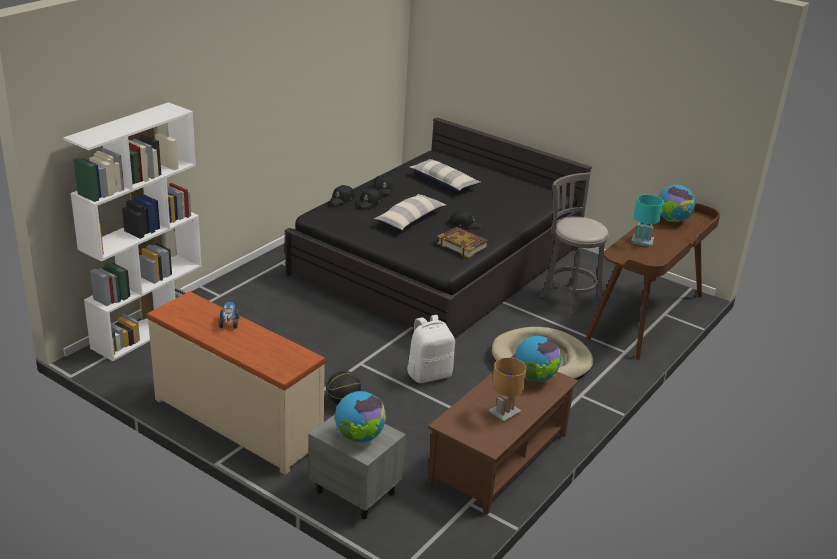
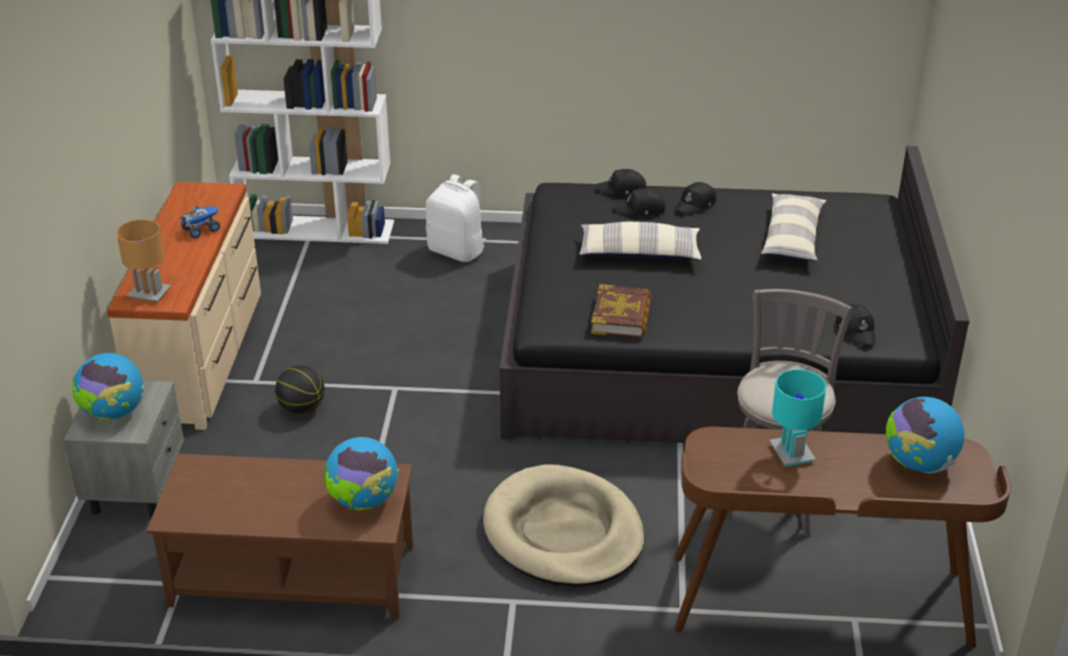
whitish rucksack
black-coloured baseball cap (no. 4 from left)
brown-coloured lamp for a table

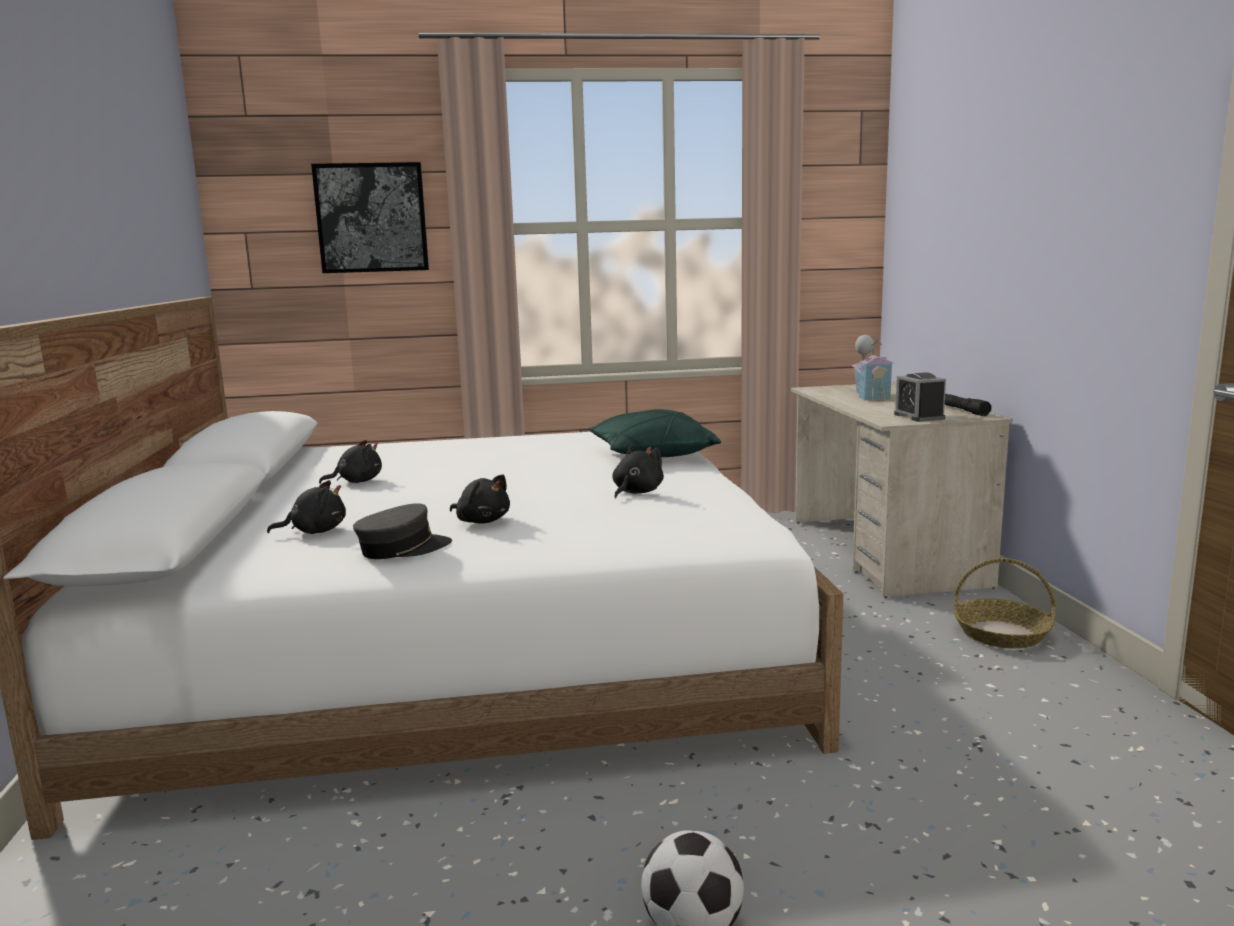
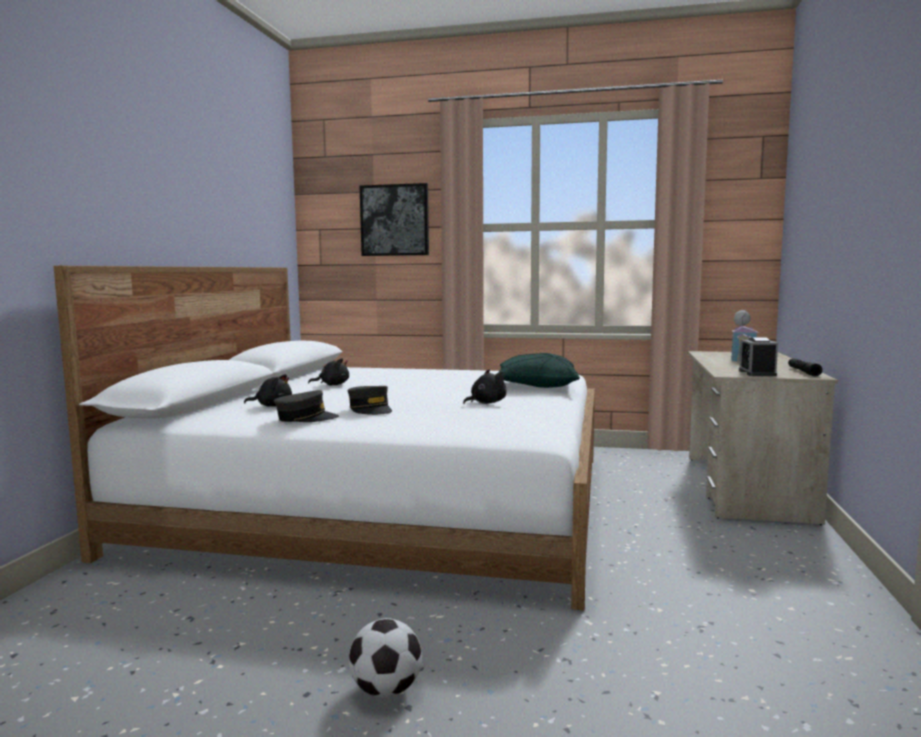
gray baseball cap (no. 2 from left)
storage basket

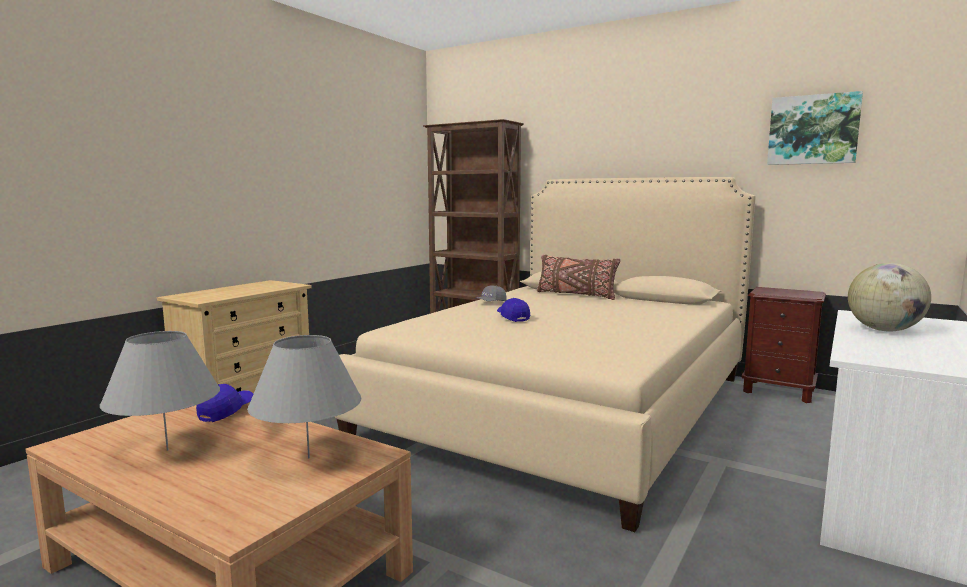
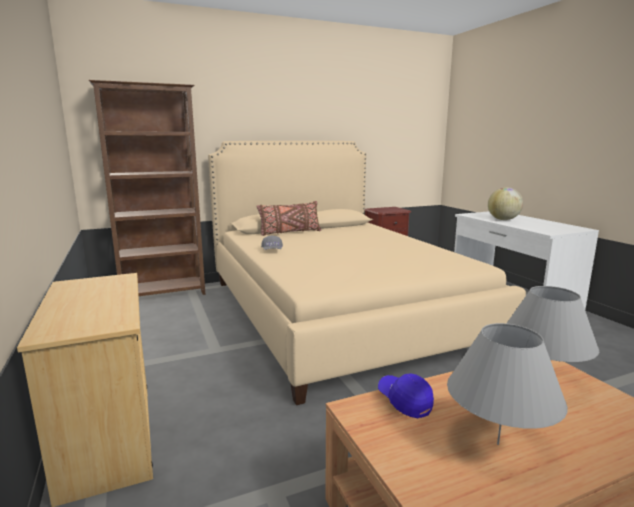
bluish baseball cap (no. 2 from left in the first image)
wall art

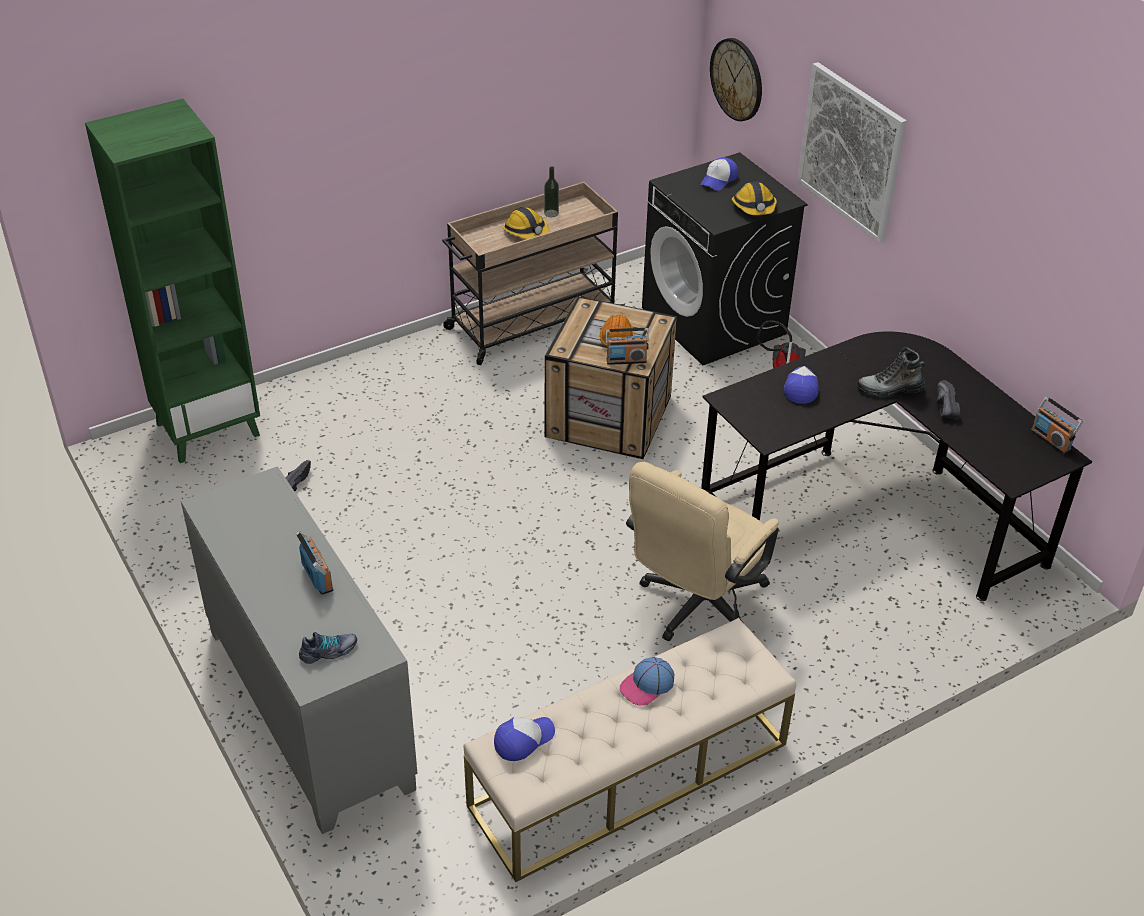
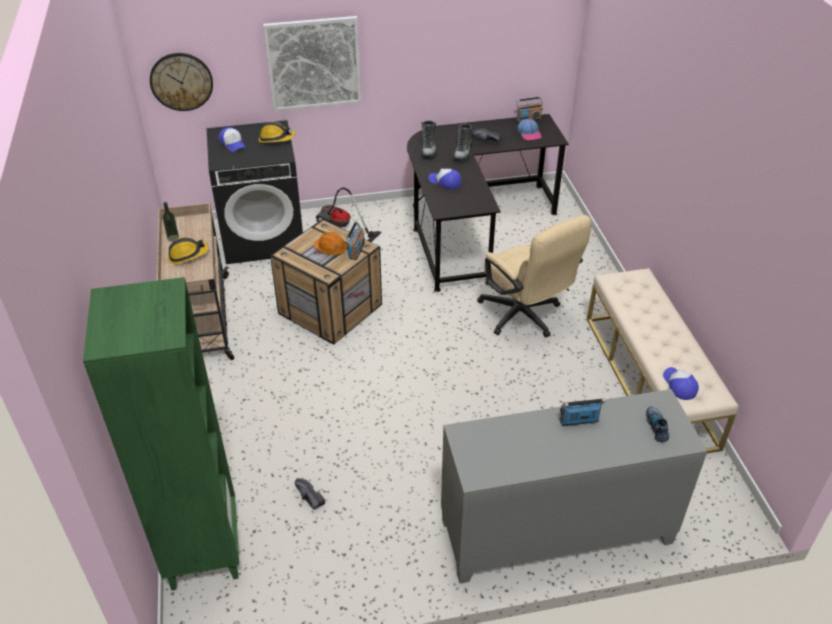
baseball cap (no. 3 from left)
boot (no. 1 from left)

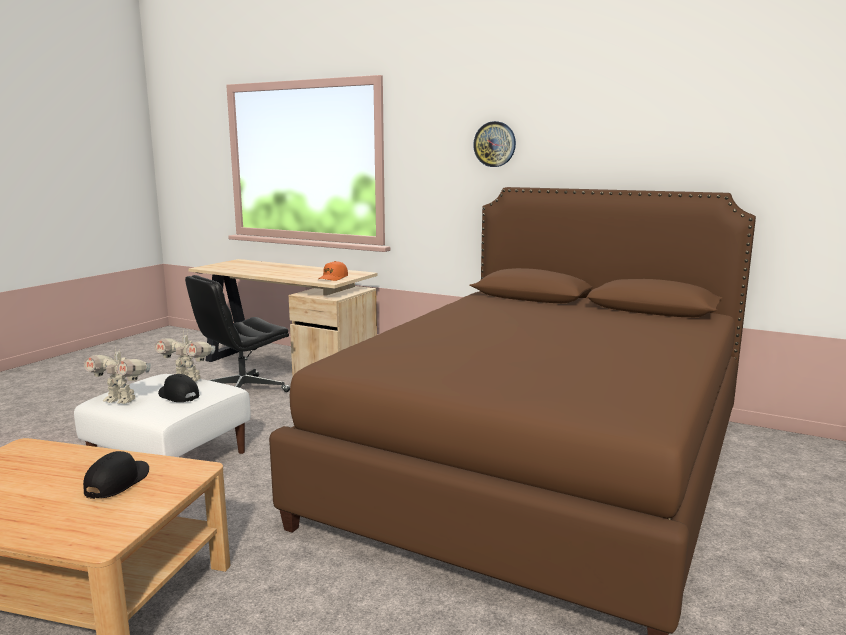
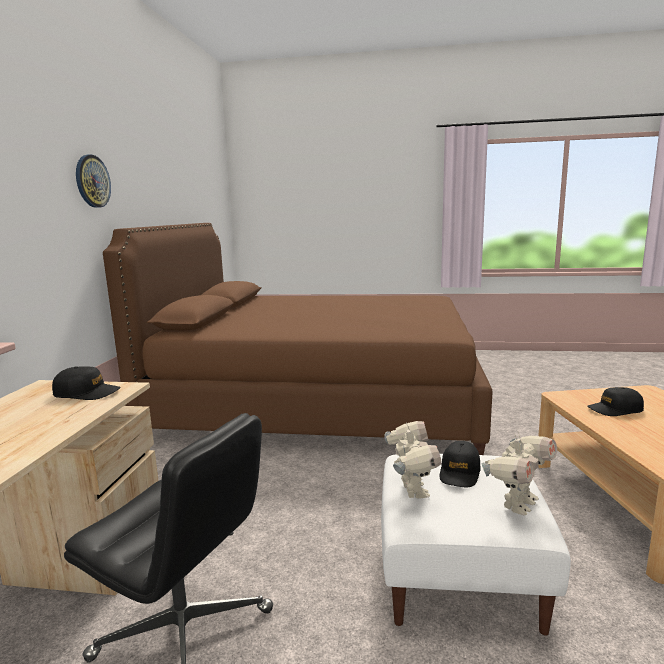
model robot (no. 2 from left)
black-coloured baseball cap (no. 1 from left)

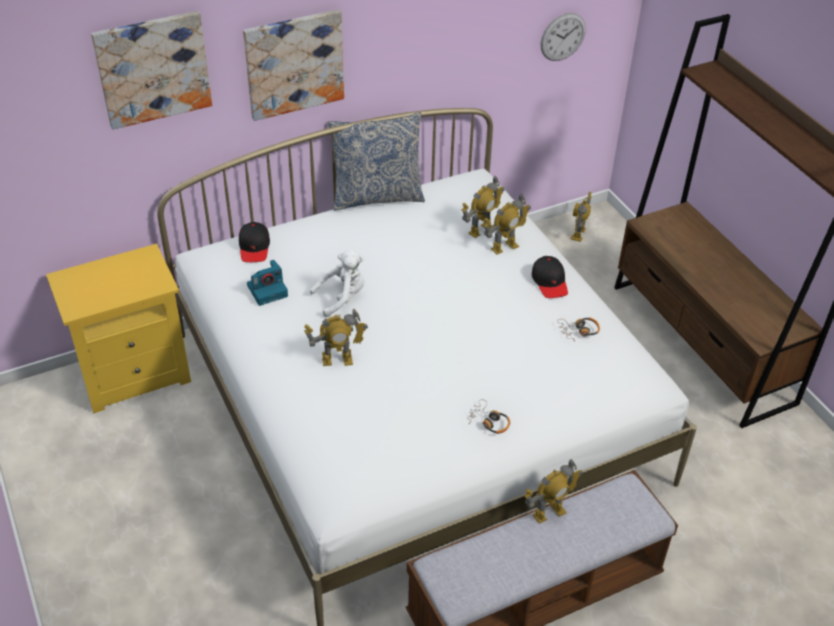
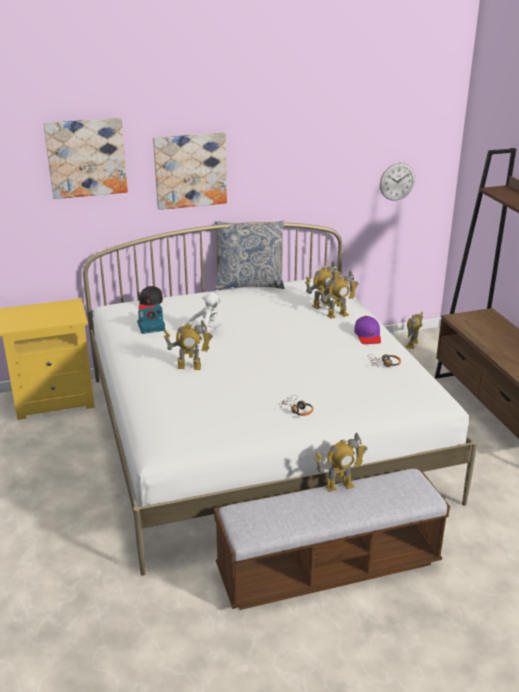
purplish baseball cap

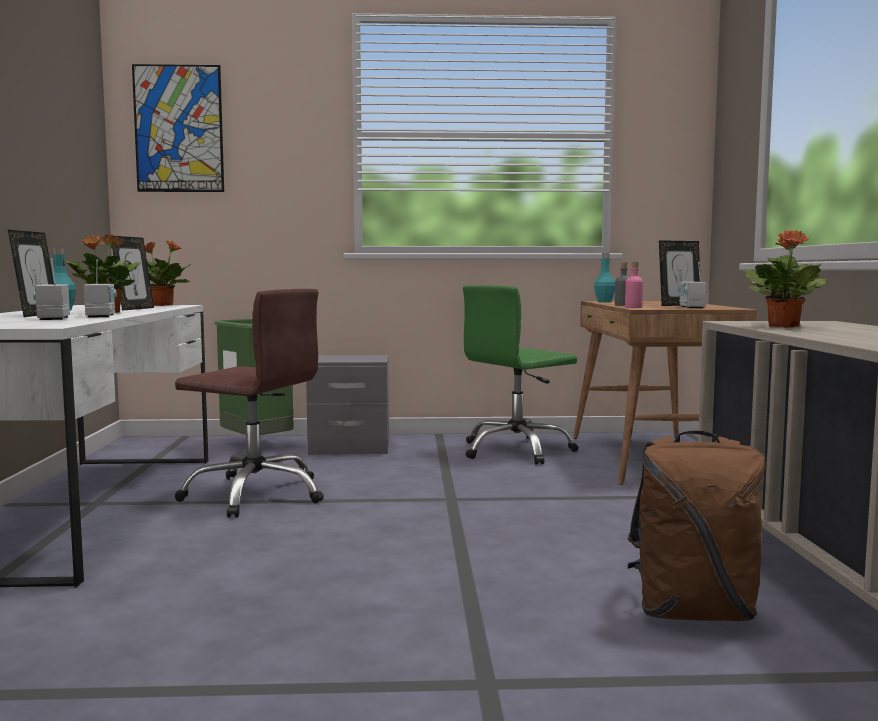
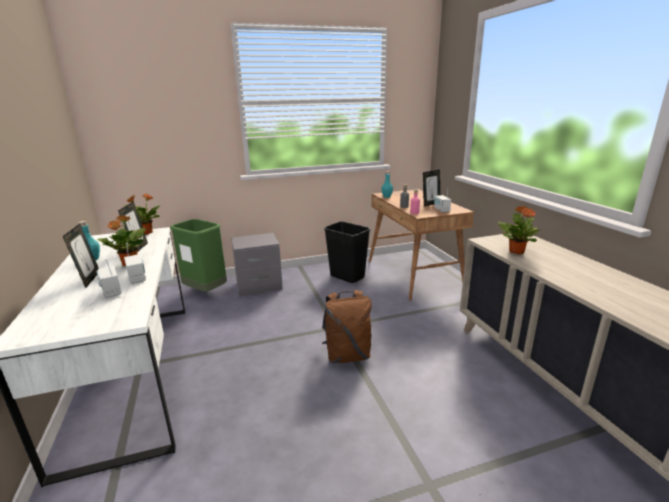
wall art
brown-coloured desk chair
black-coloured trash can
brown-coloured rucksack

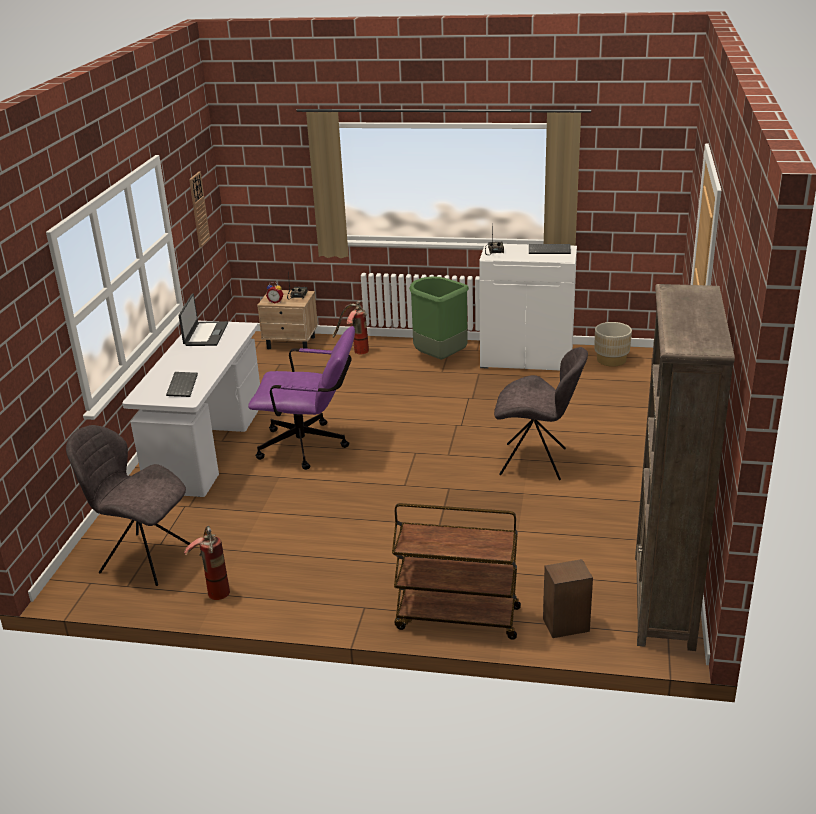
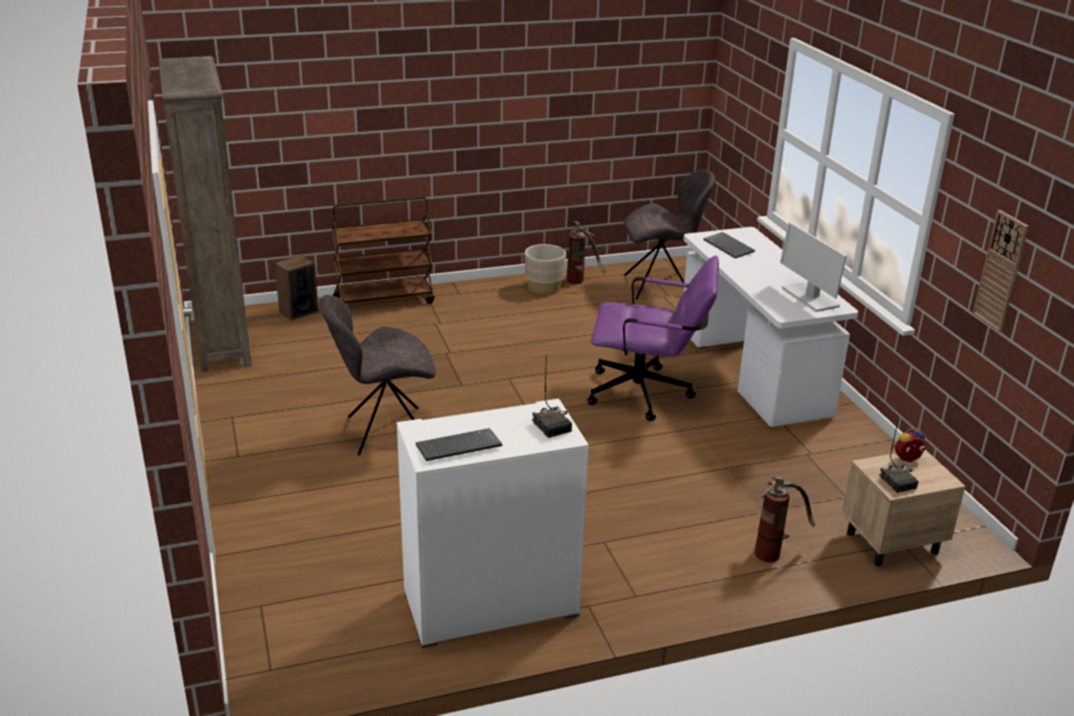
computer display
purplish desk chair
green trash can
sand-coloured plant pot

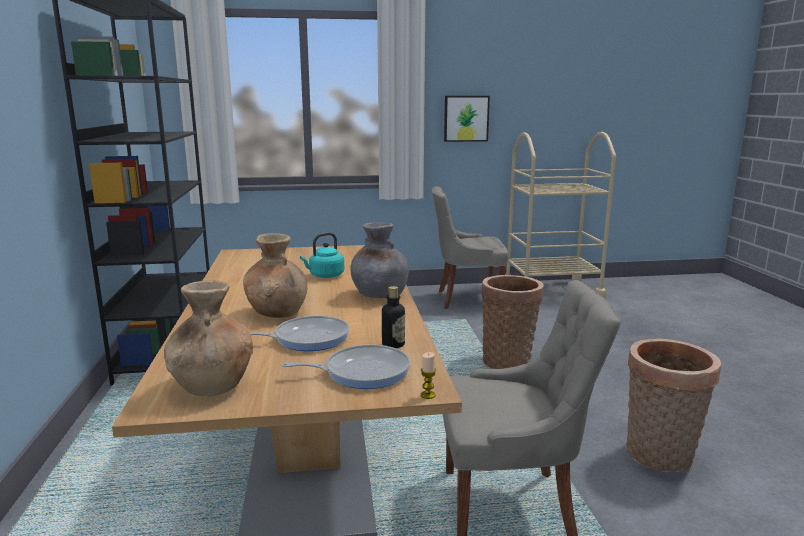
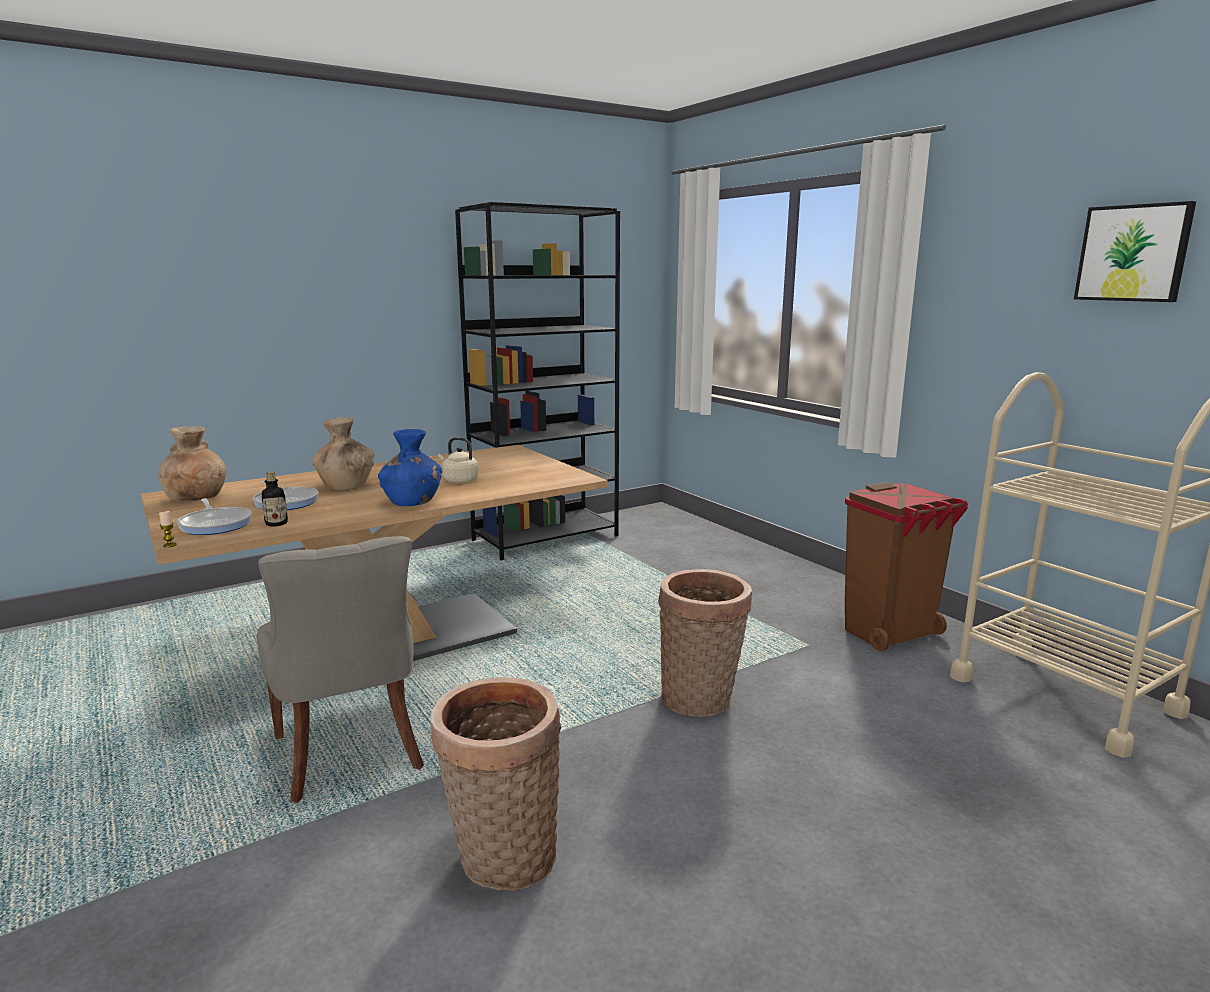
sand-coloured water kettle
bluish decorative vase
brown-coloured trash can
wall art

